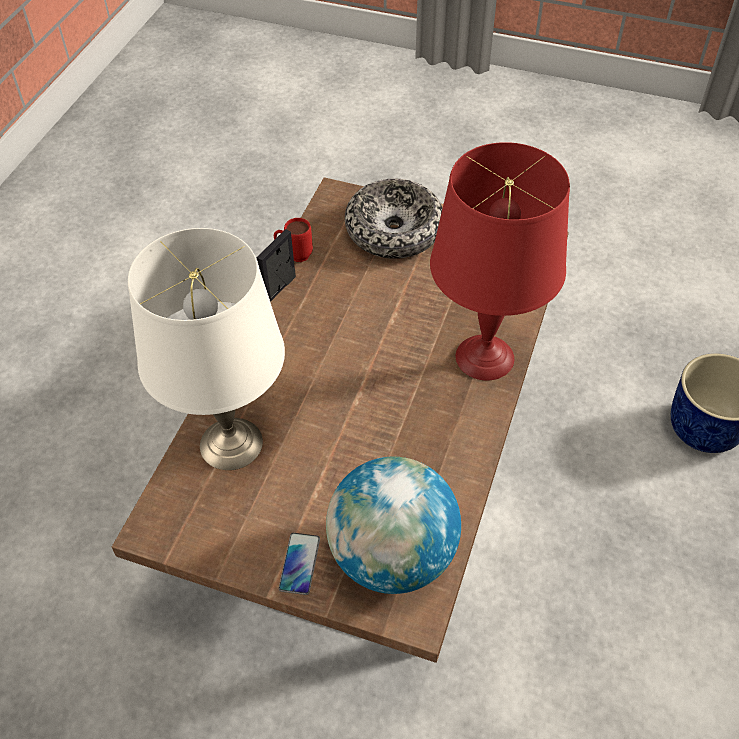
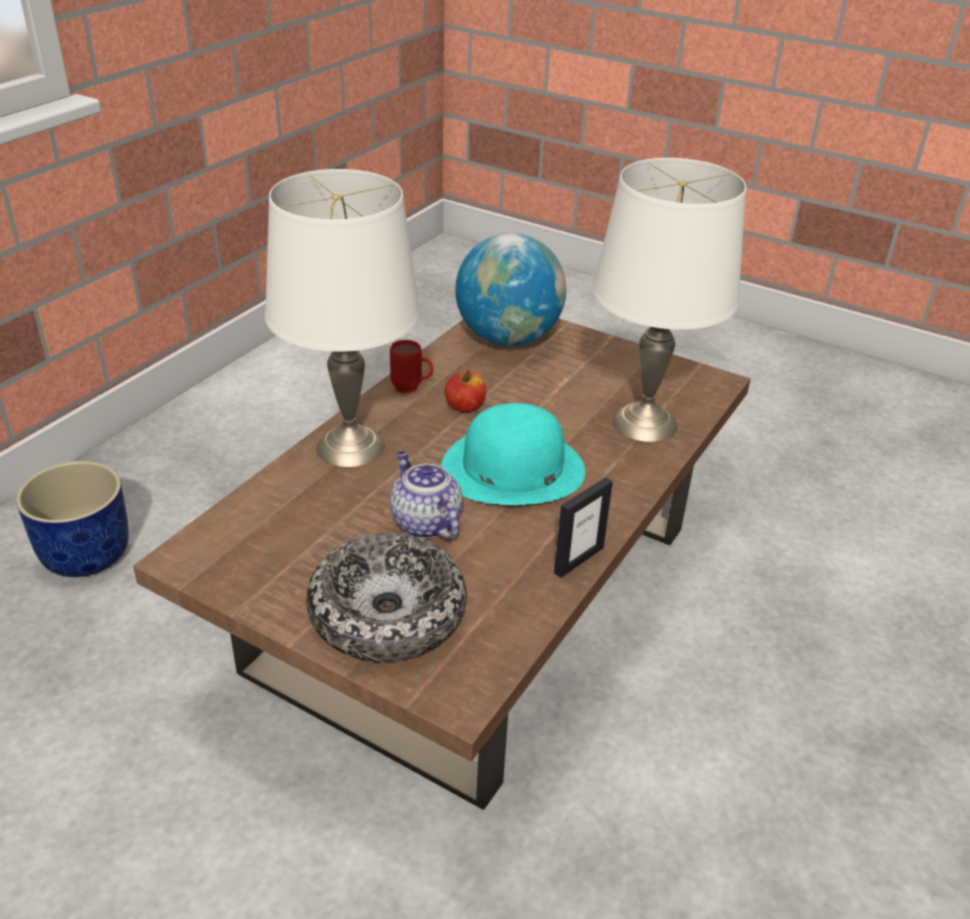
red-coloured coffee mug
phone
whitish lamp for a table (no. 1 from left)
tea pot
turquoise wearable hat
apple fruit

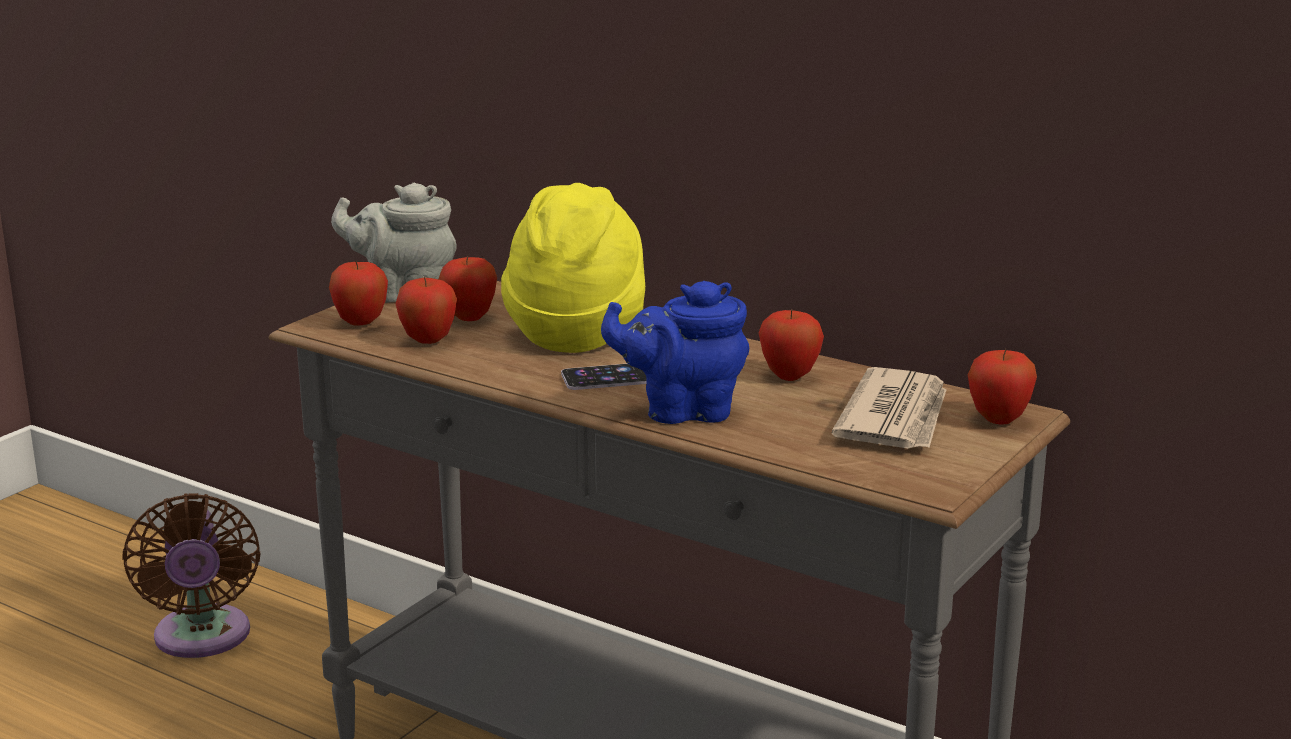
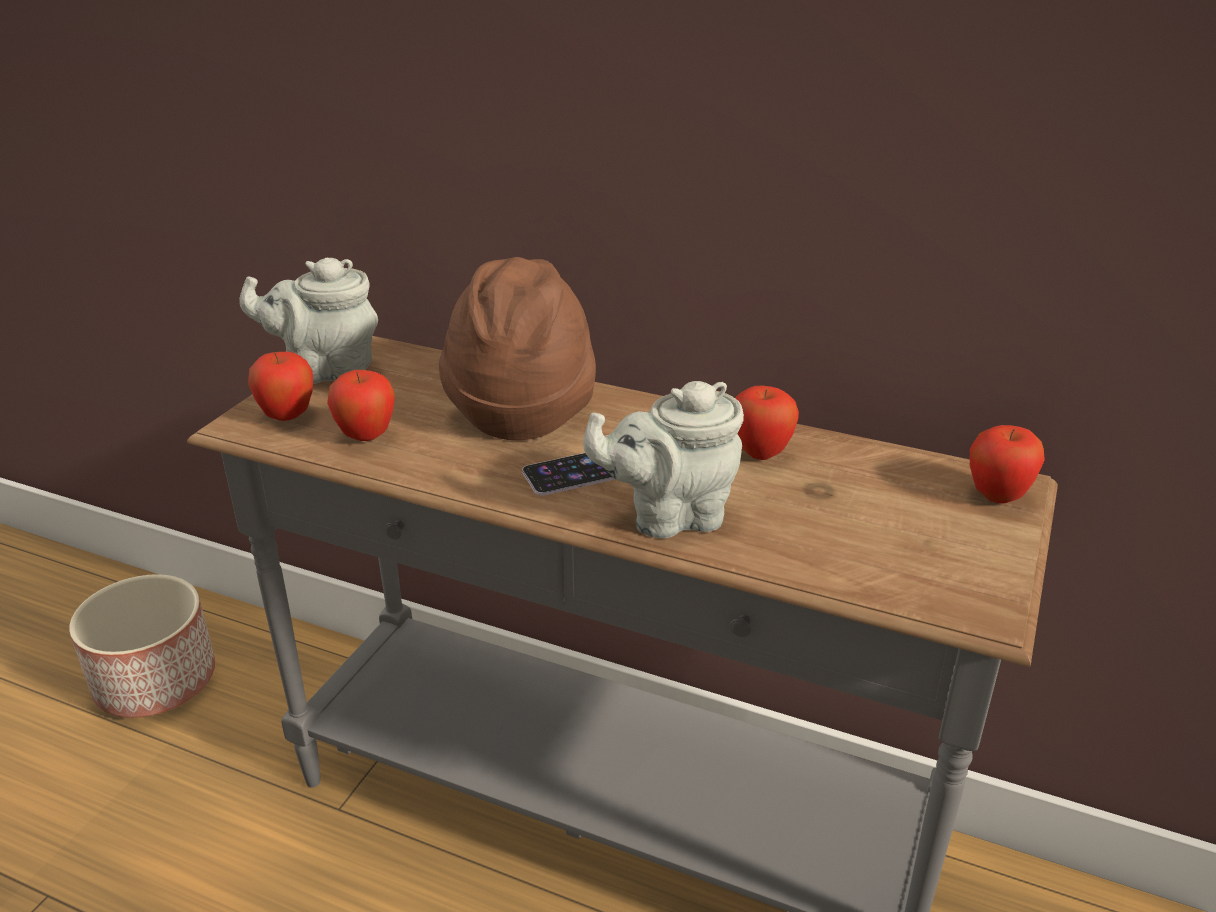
plant pot
apple fruit (no. 3 from left in the first image)
brown-coloured wearable hat
gray tea pot (no. 2 from left)
printed paper

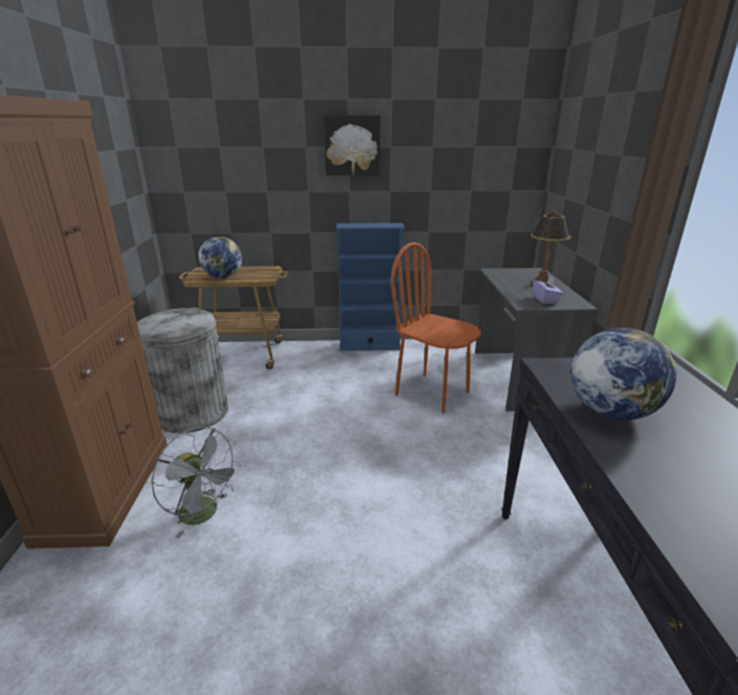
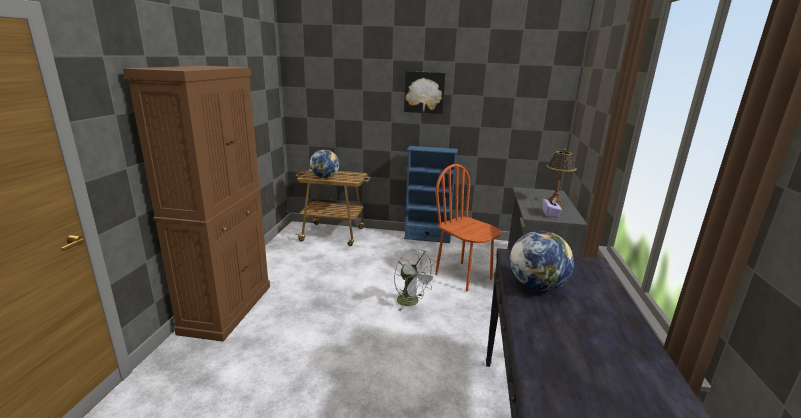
gray trash can
gray fan

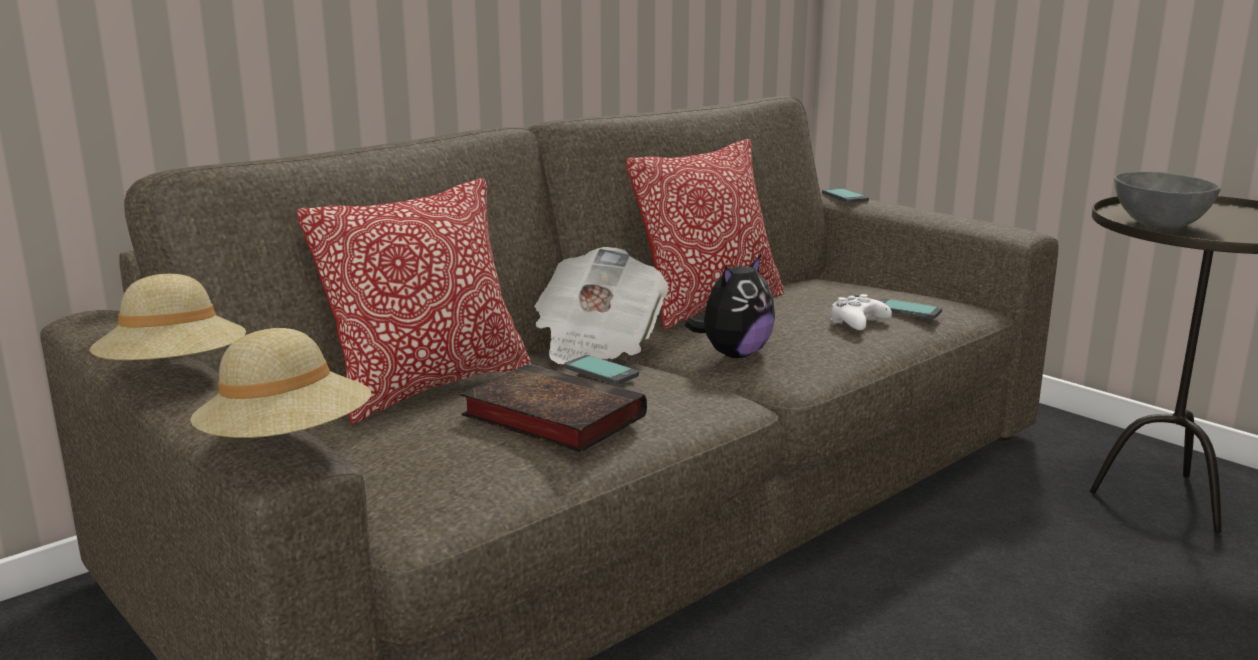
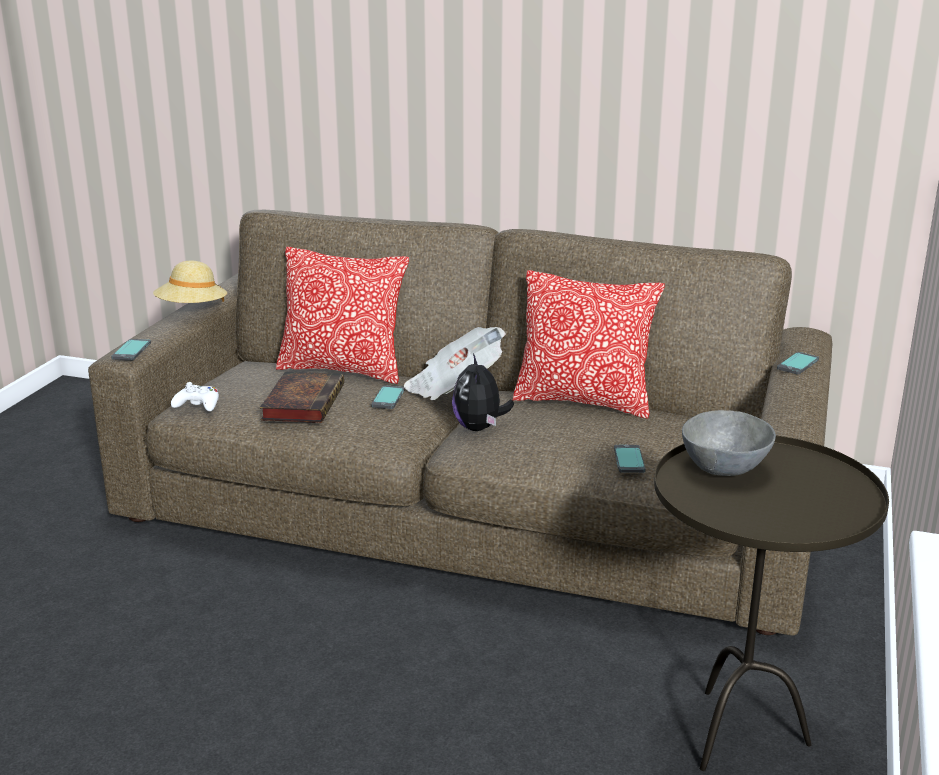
phone (no. 1 from left)
cuddly toy
whitish game controller

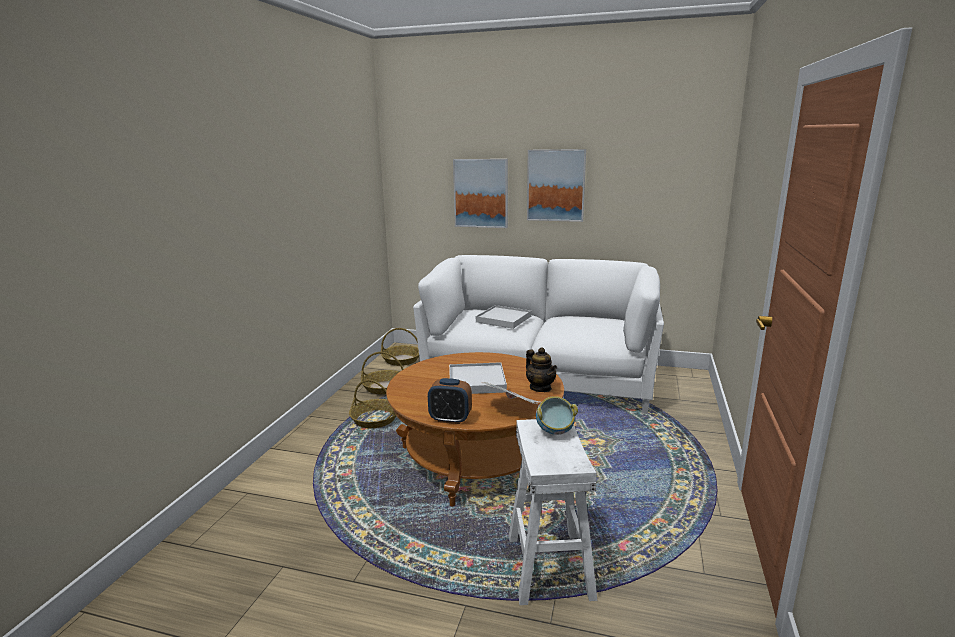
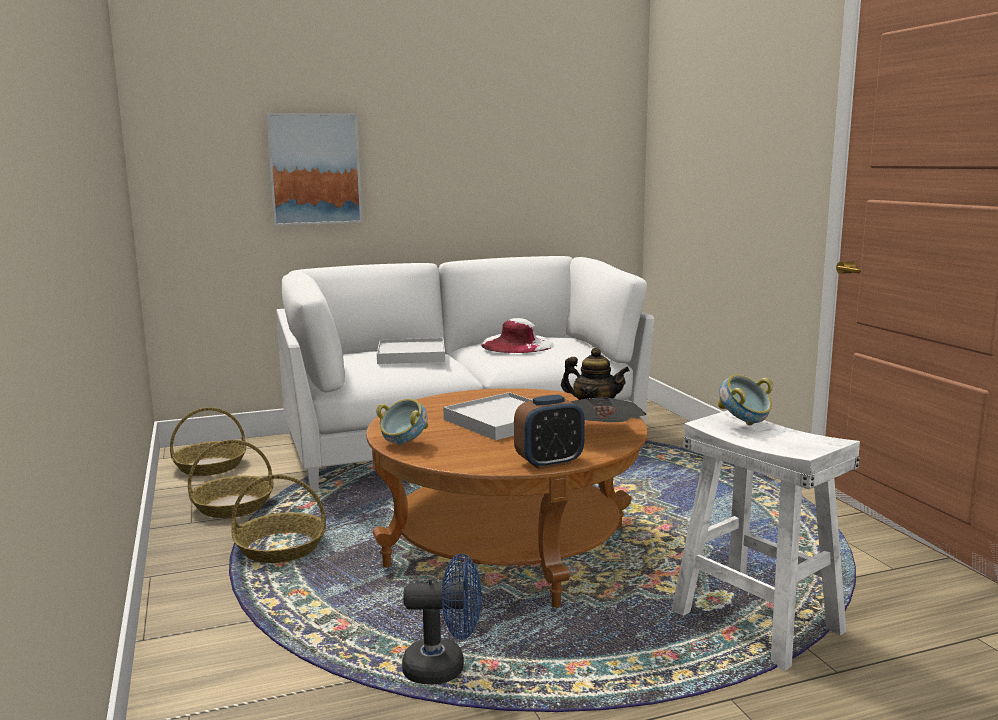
wall art (no. 2 from left in the first image)
deep dish (no. 1 from left)
bluish fan
whitish wearable hat

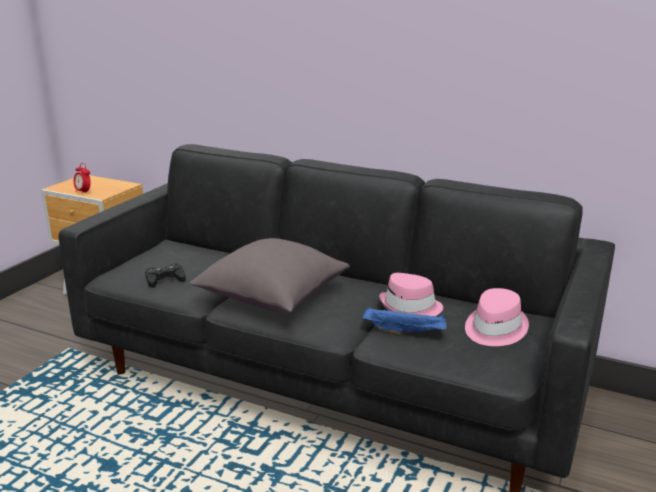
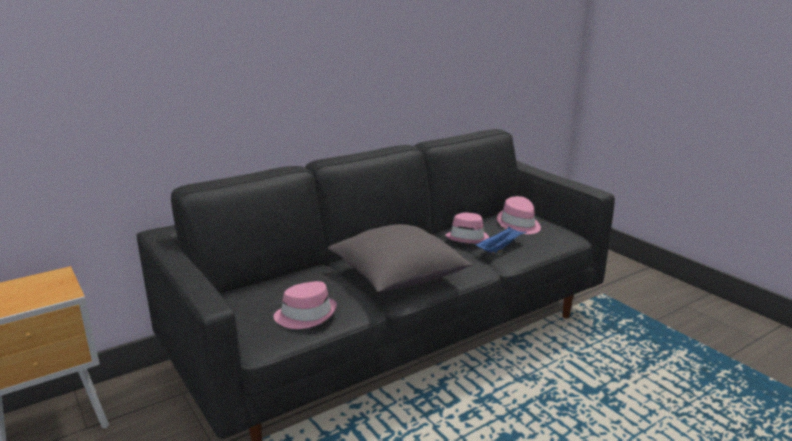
alarm clock
pinkish wearable hat (no. 1 from left)

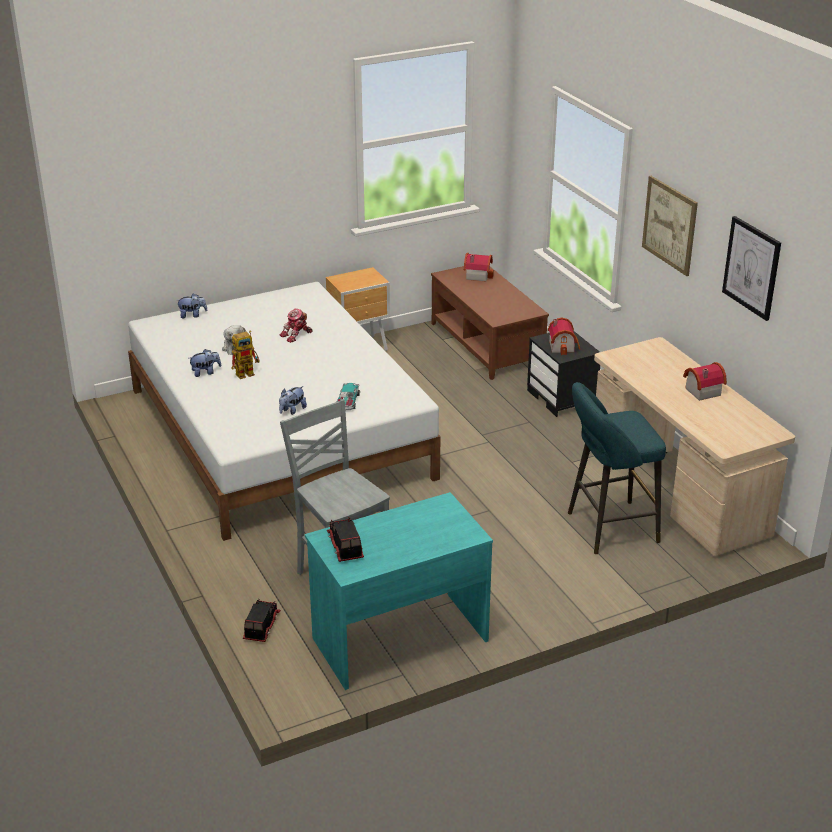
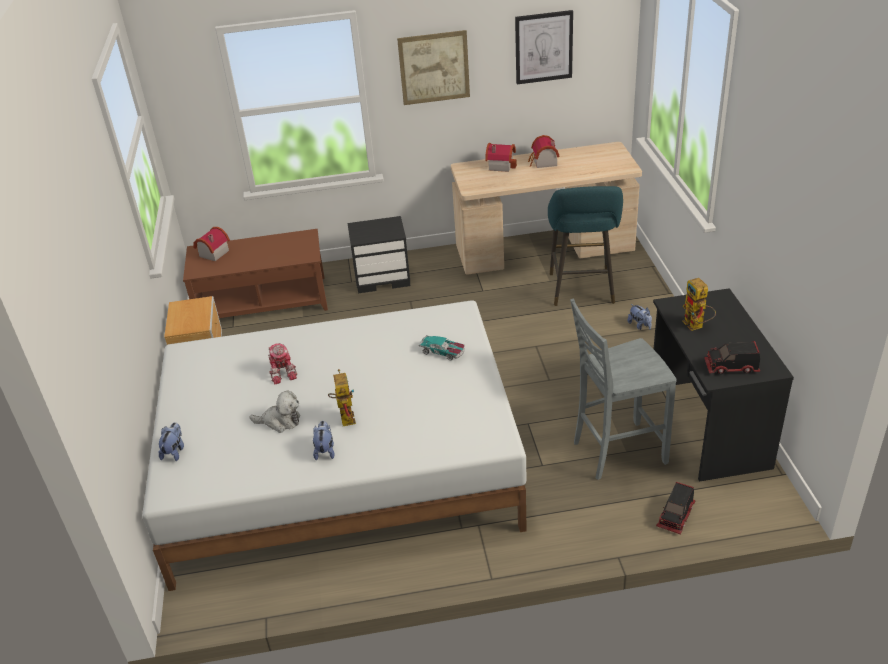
toy truck (no. 1 from left)
cuddly toy (no. 4 from left)
black-coloured desk unit
miniature house (no. 2 from left)
model robot (no. 3 from left)

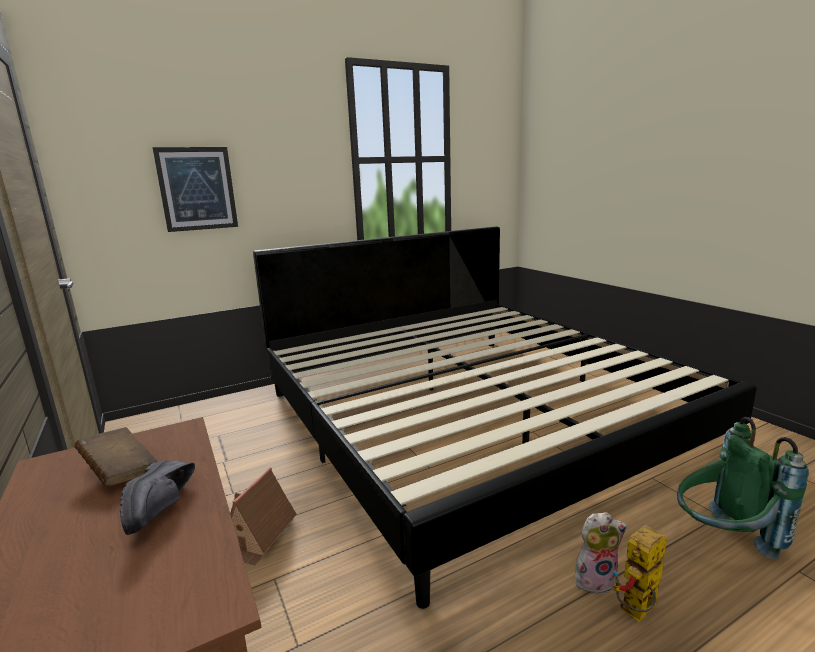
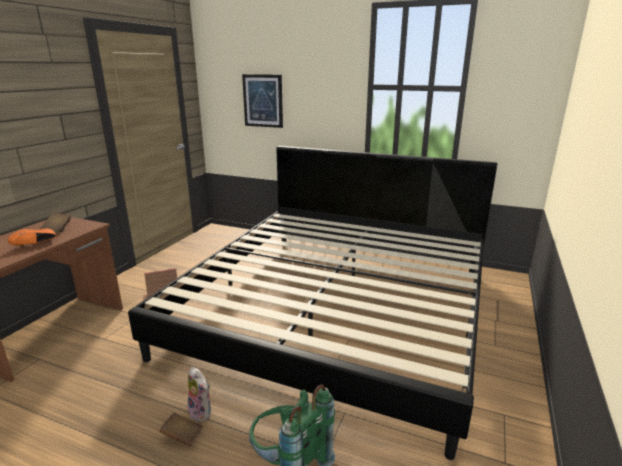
orange-coloured item of footwear
brown-coloured bound book (no. 2 from left)

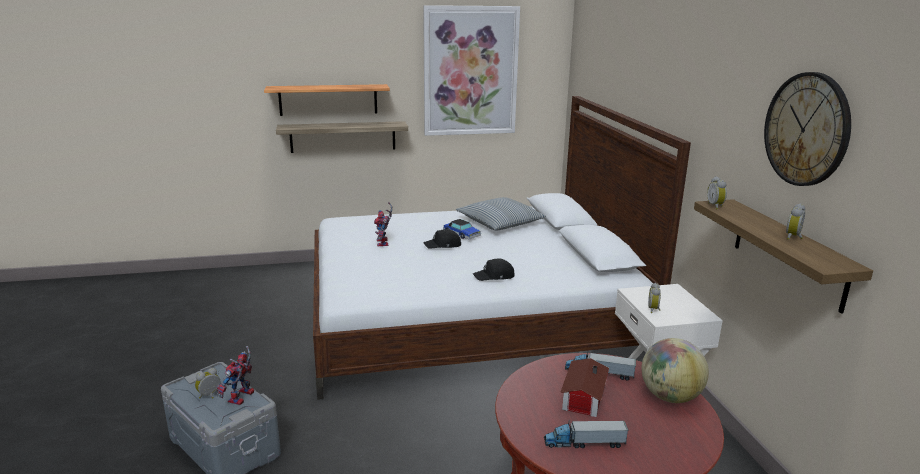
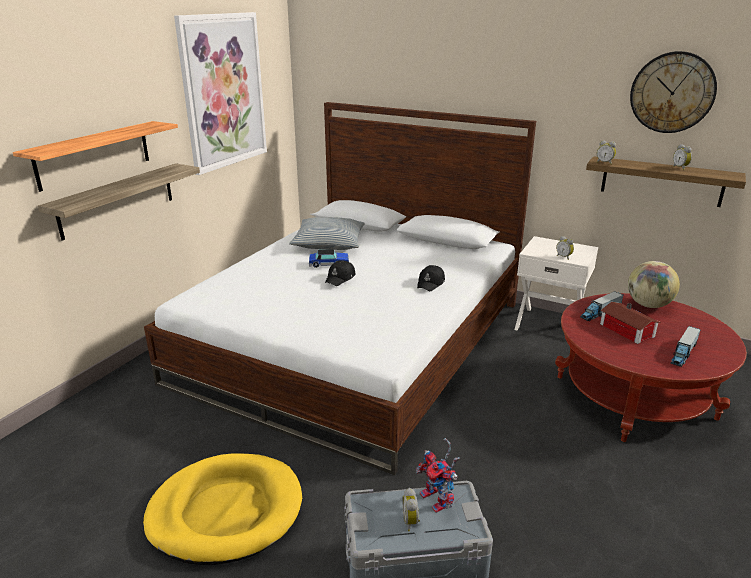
model robot (no. 2 from left in the first image)
yellow-coloured pet bed

